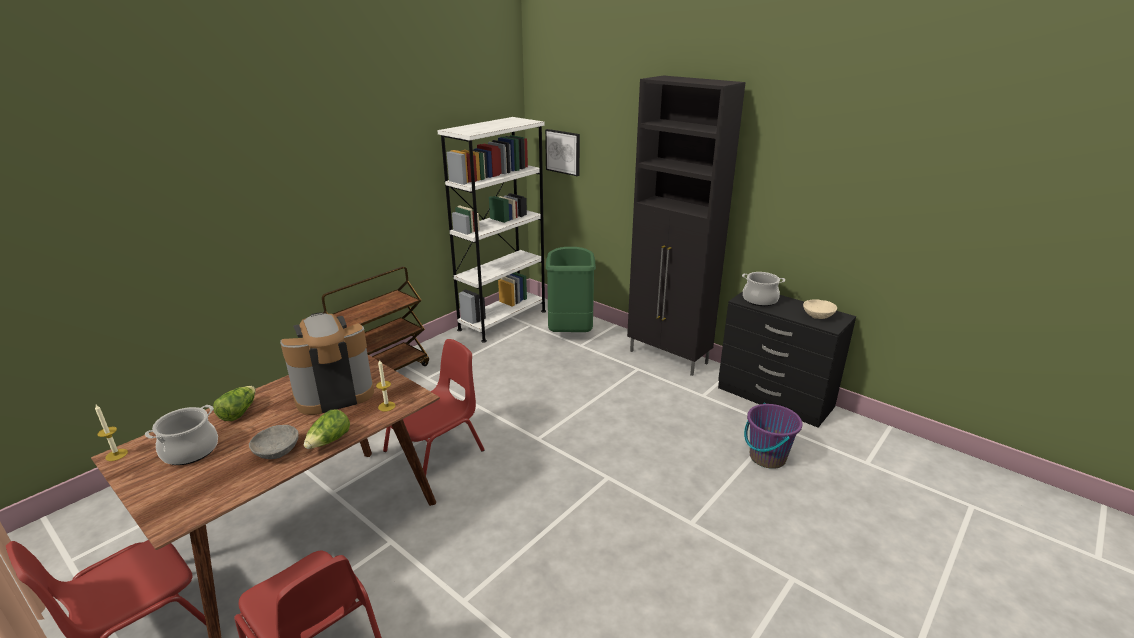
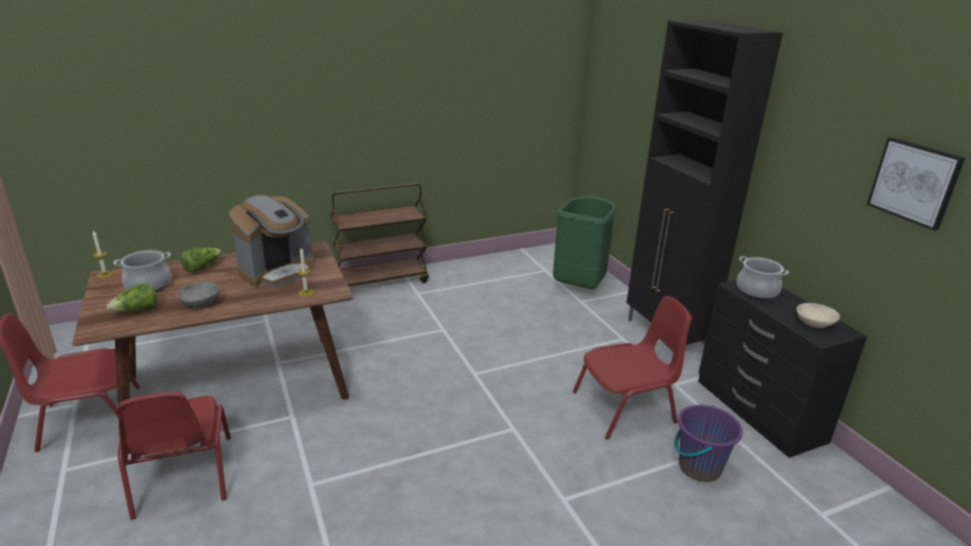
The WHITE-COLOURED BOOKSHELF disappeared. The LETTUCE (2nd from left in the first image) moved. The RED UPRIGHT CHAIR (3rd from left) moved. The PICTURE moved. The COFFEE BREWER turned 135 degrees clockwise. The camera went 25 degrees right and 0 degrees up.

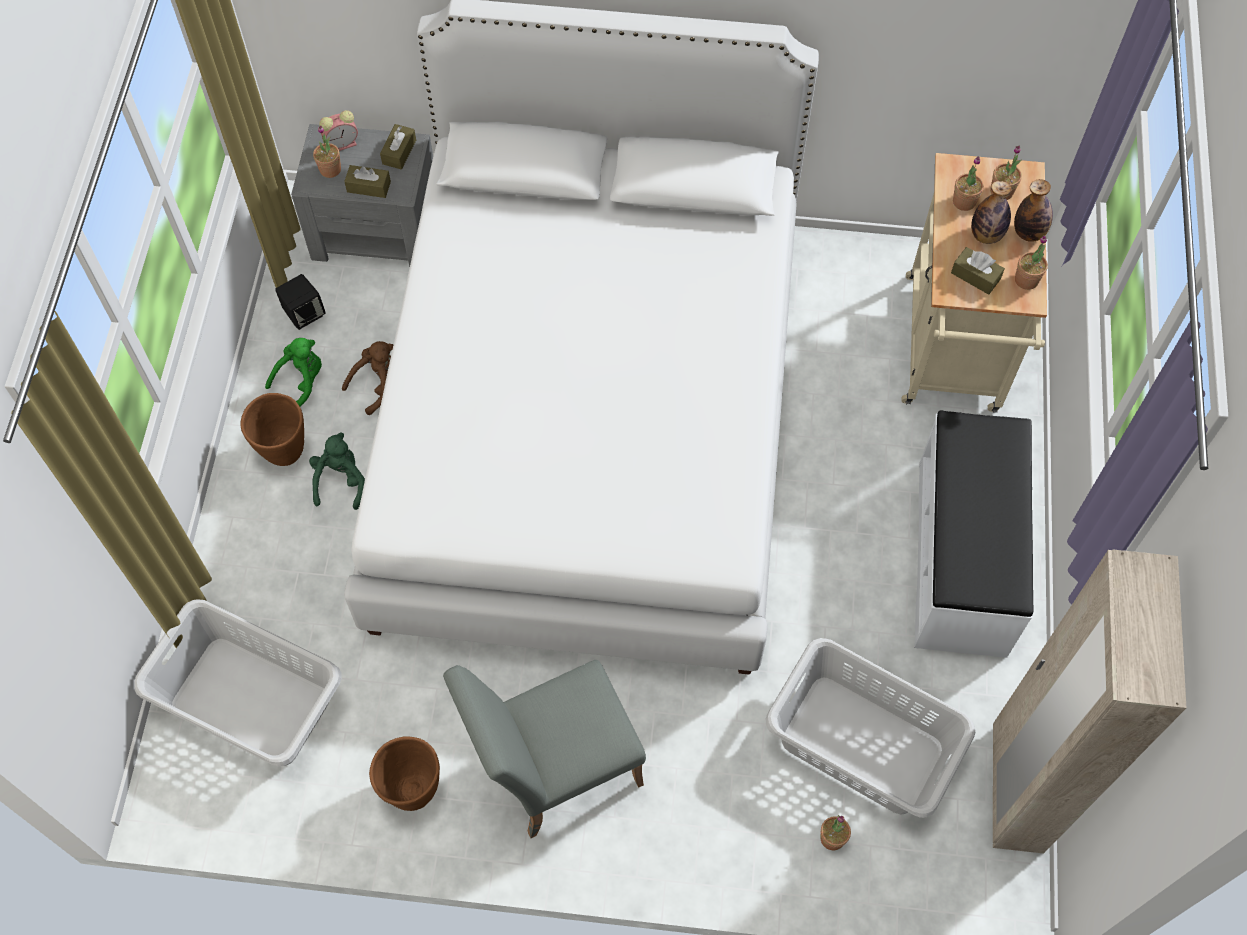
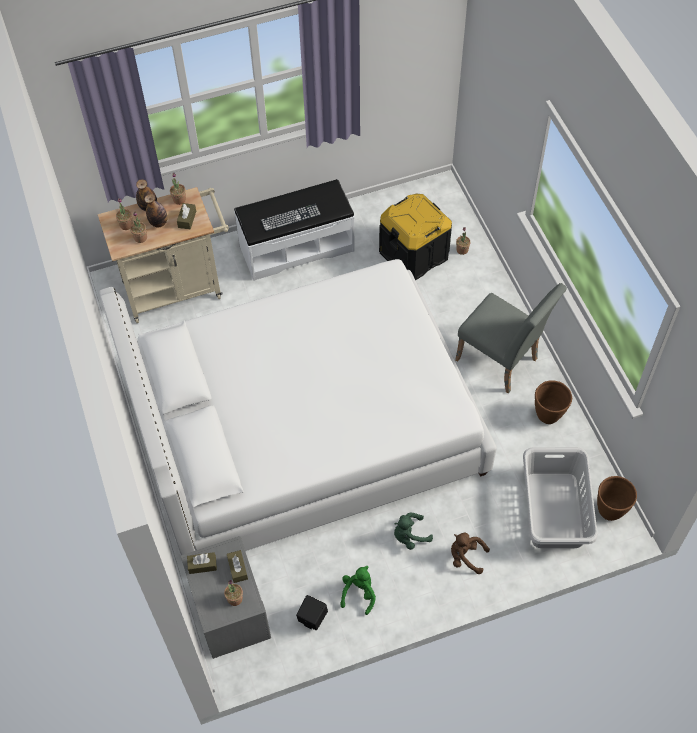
The ALARM CLOCK disappeared. The SAND-COLOURED CLOTHES CUPBOARD disappeared. The COMPUTER KEYBOARD appeared. The BROWN-COLOURED PLANT POT (1st from left in the first image) moved. The BROWN-COLOURED SOFT TOY moved. The GREYISH WASHING BASKET (2nd from left) was replaced by the BLACK STORAGE BIN. The GREENISH SOFT TOY (1st from left) turned 90 degrees clockwise. The camera went 115 degrees left and 5 degrees down.

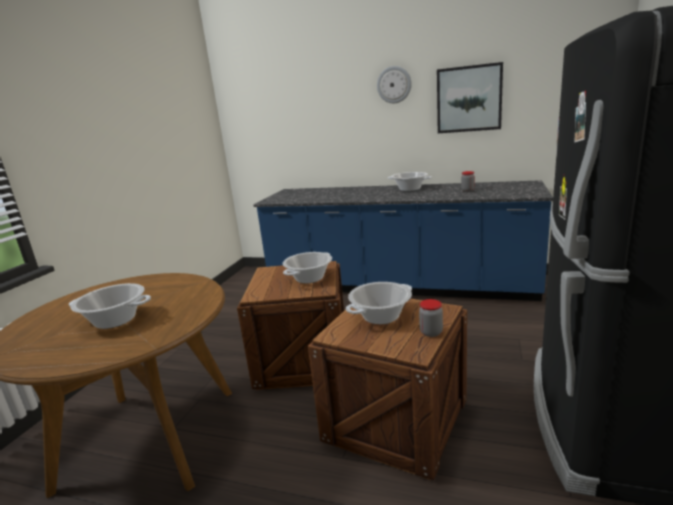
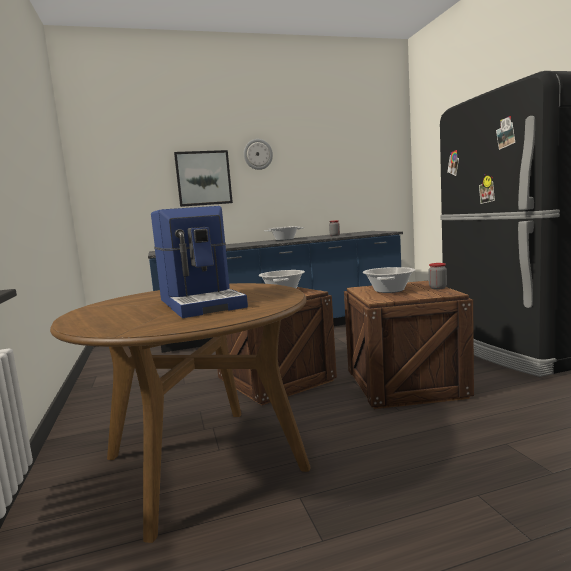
The PICTURE moved. The COOKING POT (1st from left) was replaced by the COFFEE BREWER. The camera went 35 degrees left and 10 degrees down.

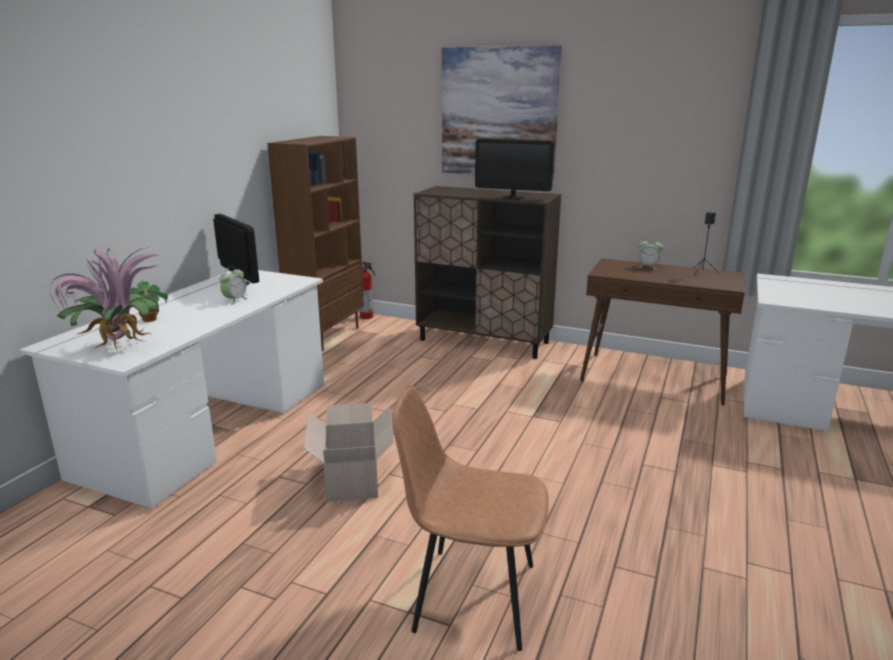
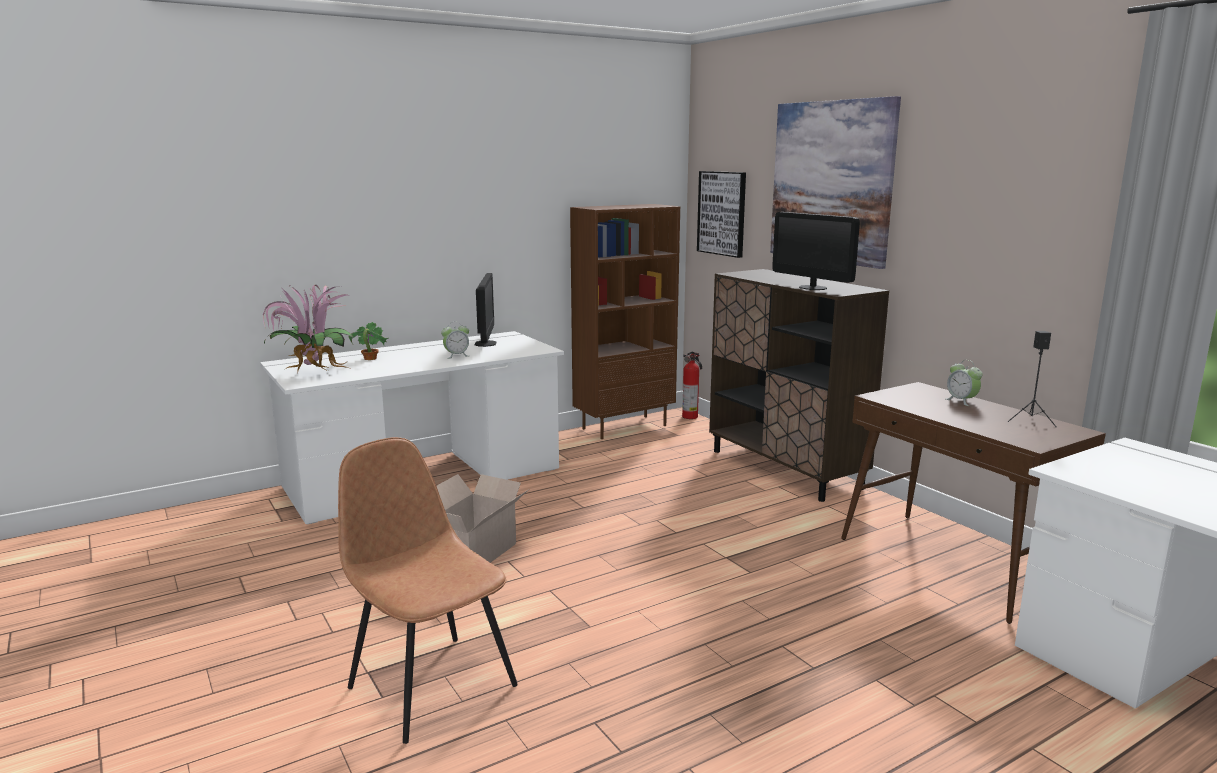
The PICTURE (1st from left) appeared. The camera went 35 degrees right and 5 degrees down.

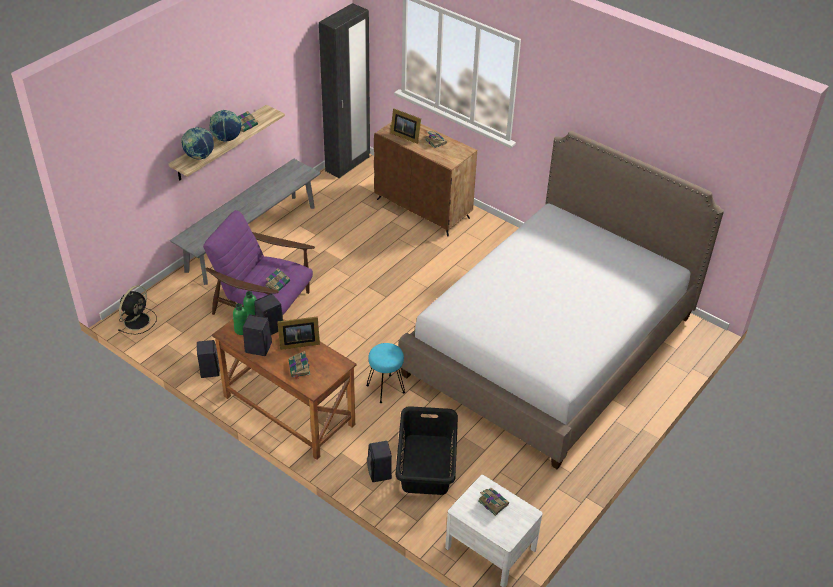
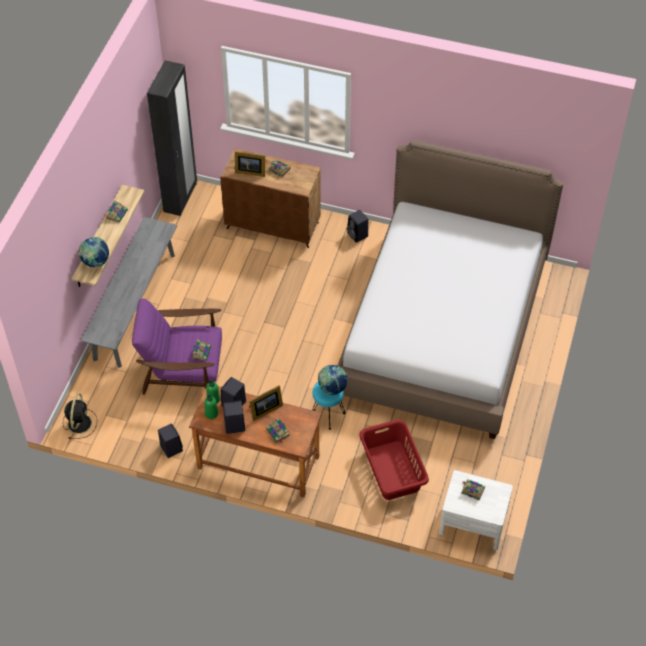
The DESK GLOBE (2nd from left) moved. The BLACK LOUDSPEAKER (4th from left) moved. The BLACK WASHING BASKET became the RED WASHING BASKET. The camera went 20 degrees left and 10 degrees up.

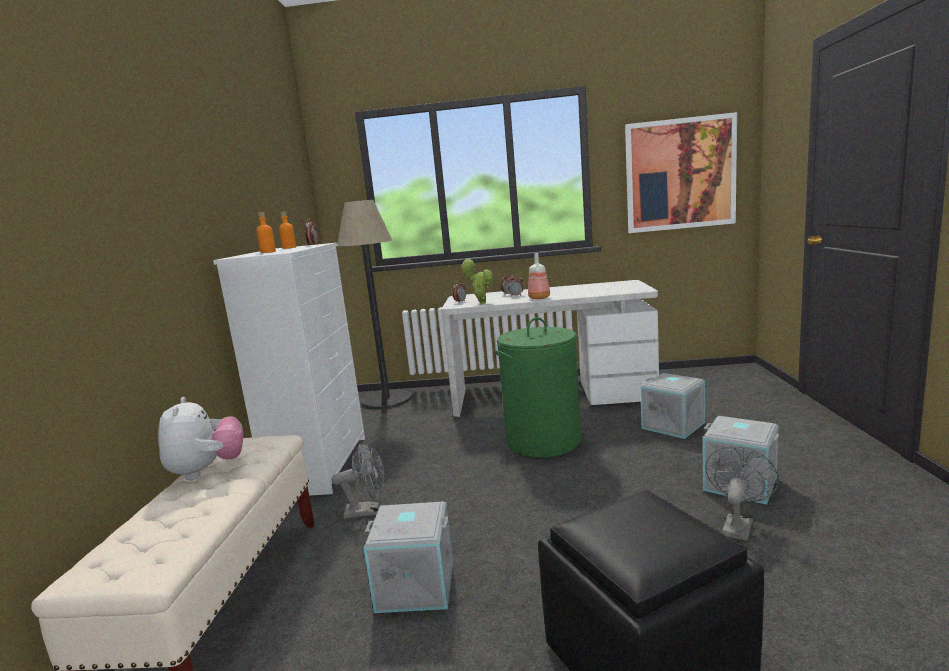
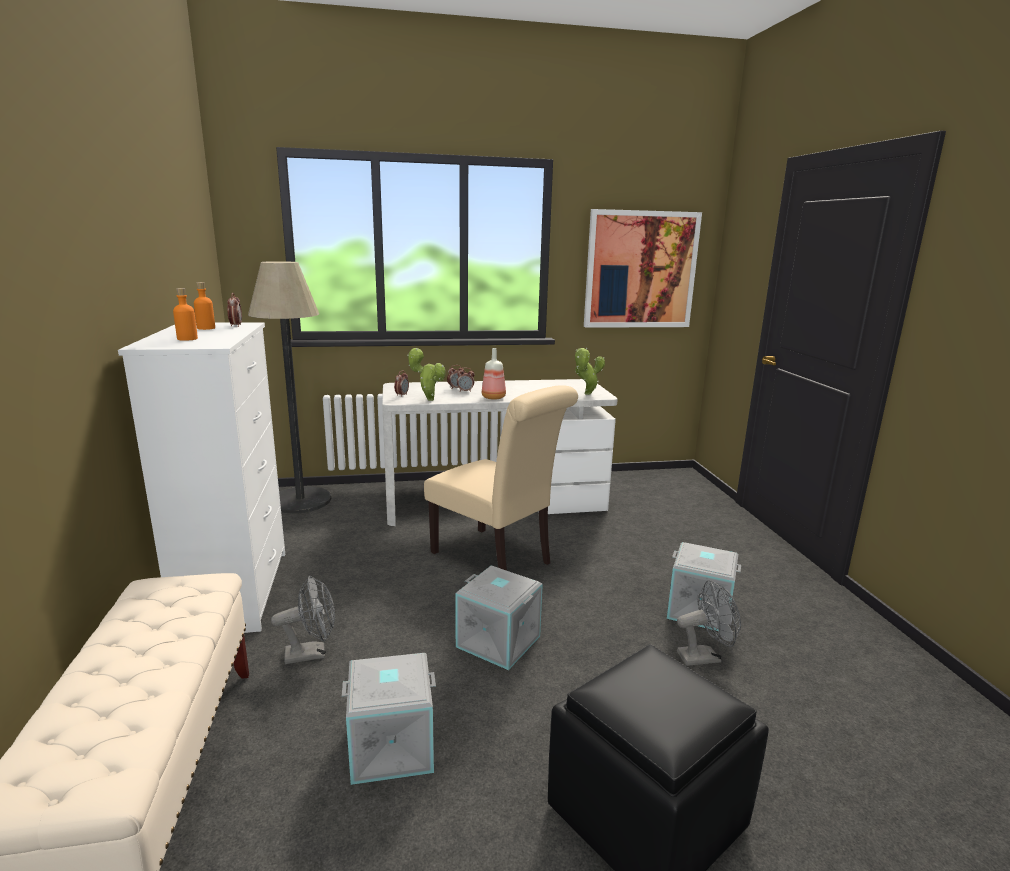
The SOFT TOY disappeared. The HOUSEPLANT (2nd from left) appeared. The GREYISH STORAGE BIN (2nd from left) moved. The GREENISH WASHING BASKET was replaced by the SAND-COLOURED UPRIGHT CHAIR. The GREYISH ELECTRIC FAN (2nd from left) turned 60 degrees clockwise. The camera went 15 degrees left and 5 degrees up.

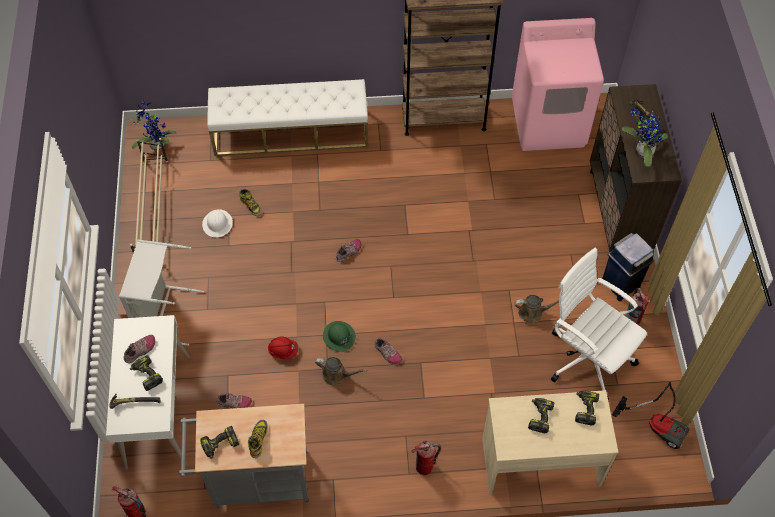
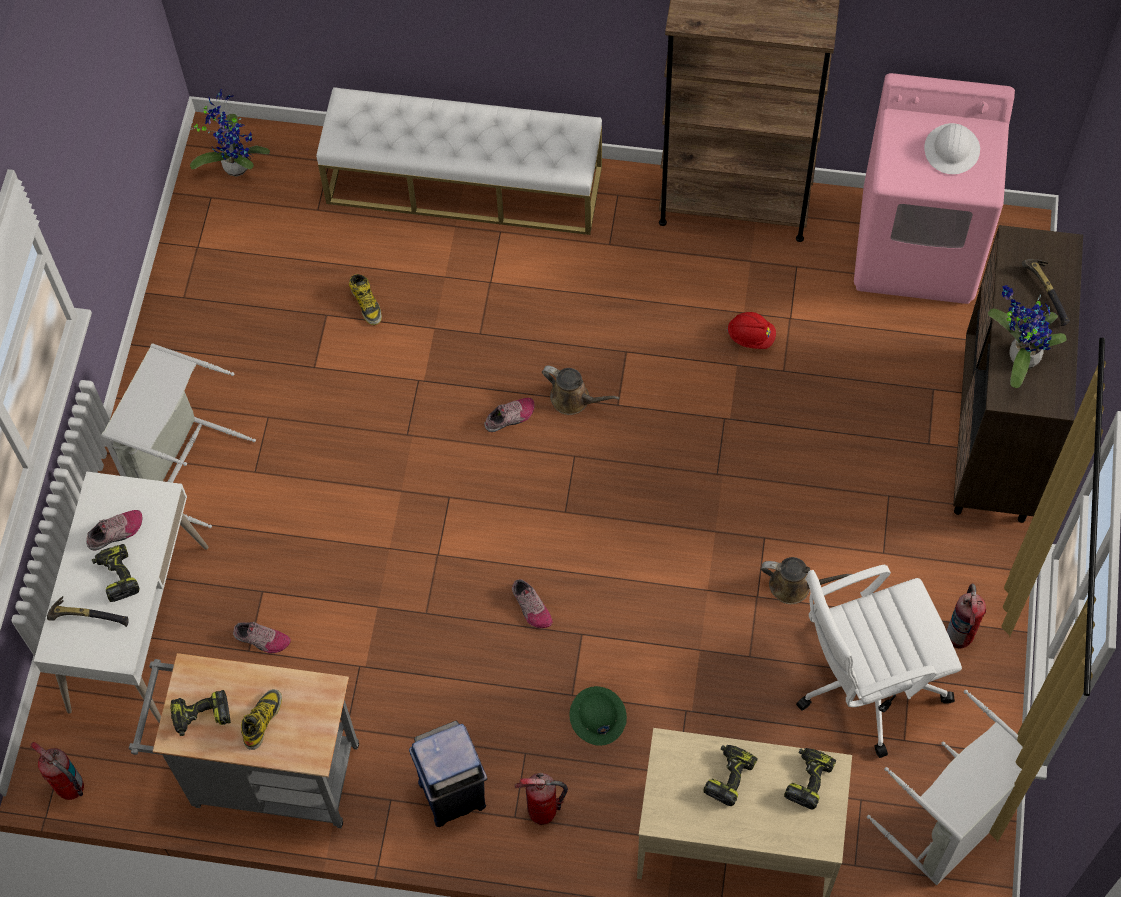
The SAND-COLOURED SHOE STAND disappeared. The WHITE-COLOURED SAFETY HELMET moved. The RED SAFETY HELMET moved. The BROWN-COLOURED SPRINKLING CAN (1st from left) moved. The GREENISH SAFETY HELMET moved. The BLUE-COLOURED TRASH CAN moved. The VACUUM CLEANER was replaced by the GREYISH WASHING BASKET (2nd from left). The WHITE-COLOURED OFFICE CHAIR turned 75 degrees counterclockwise. The camera went 15 degrees right and 5 degrees up.

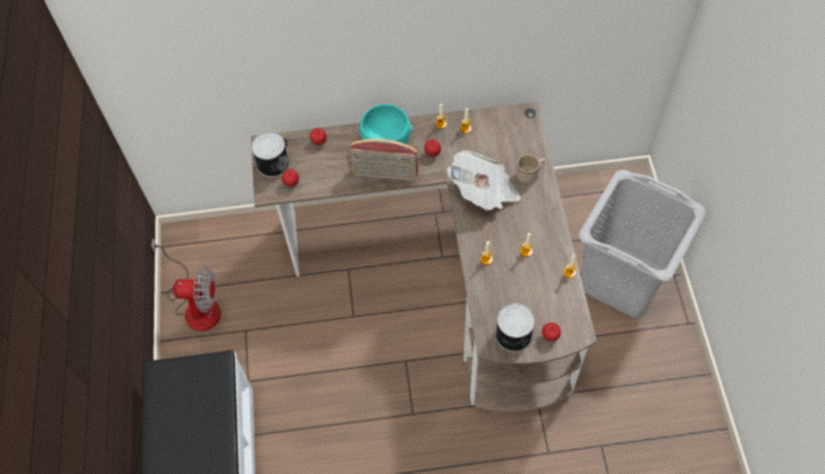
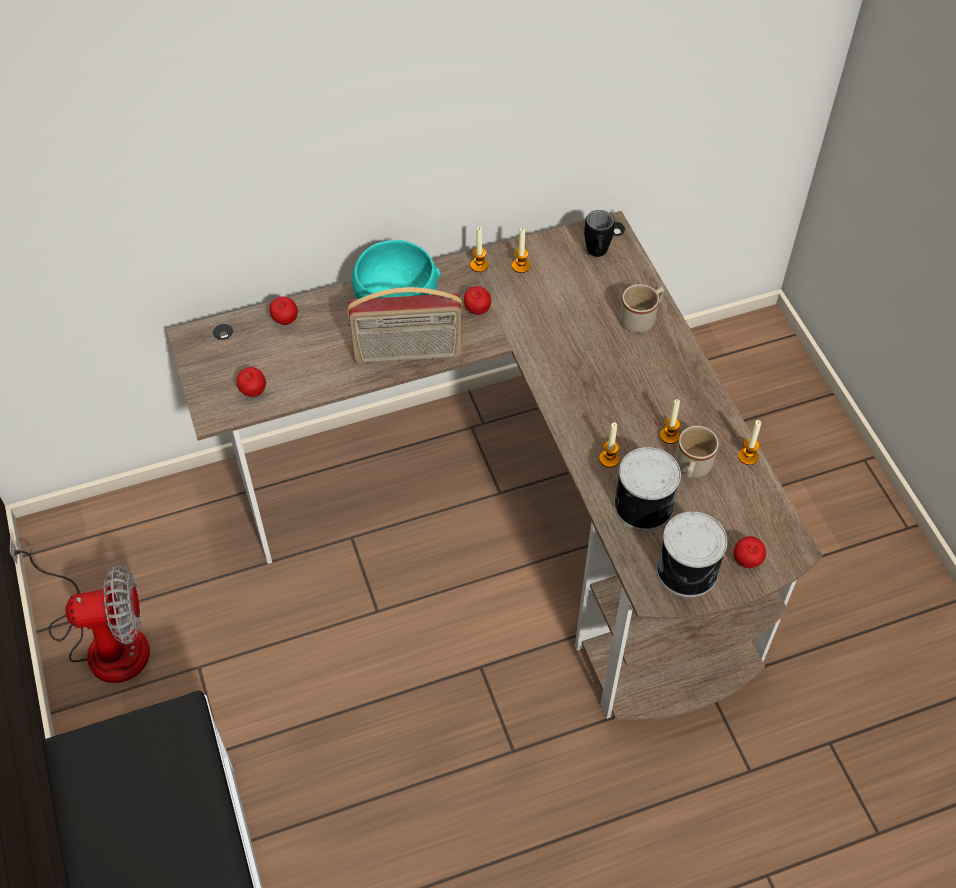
The PRINTED PAPER disappeared. The GREYISH WASHING BASKET disappeared. The BLACK TEA MUG appeared. The SAND-COLOURED TEA MUG (2nd from left) appeared. The METAL CAN (1st from left) moved. The camera went 15 degrees left and 5 degrees down.

